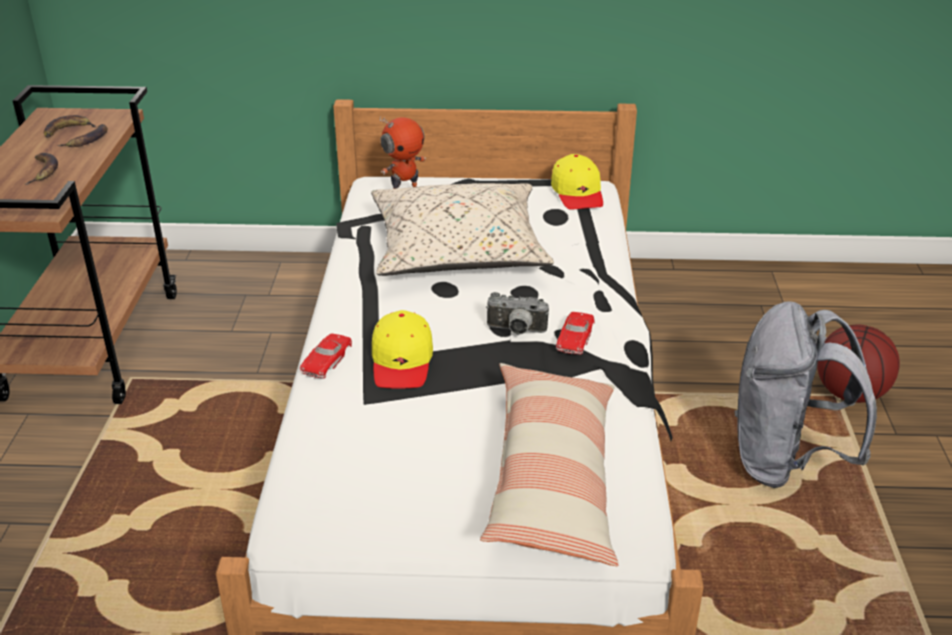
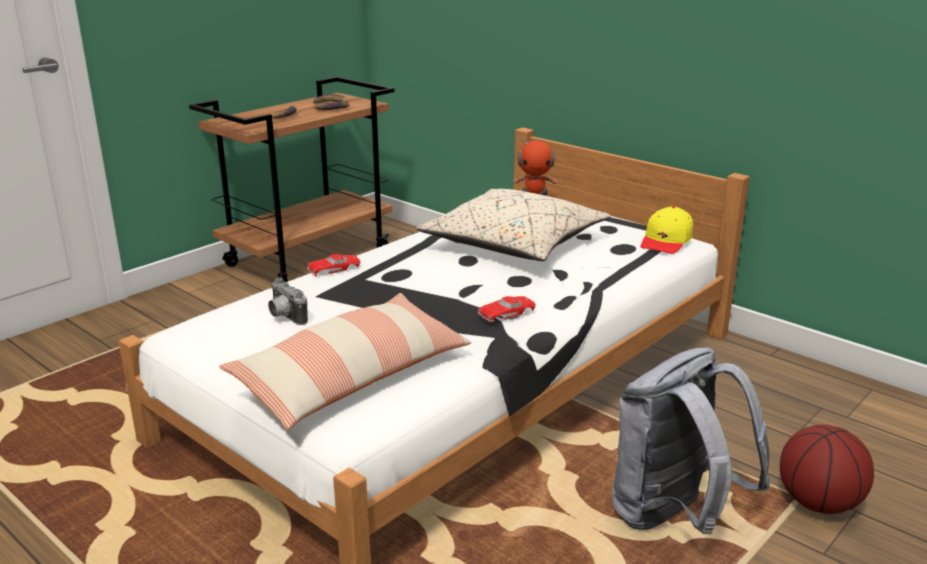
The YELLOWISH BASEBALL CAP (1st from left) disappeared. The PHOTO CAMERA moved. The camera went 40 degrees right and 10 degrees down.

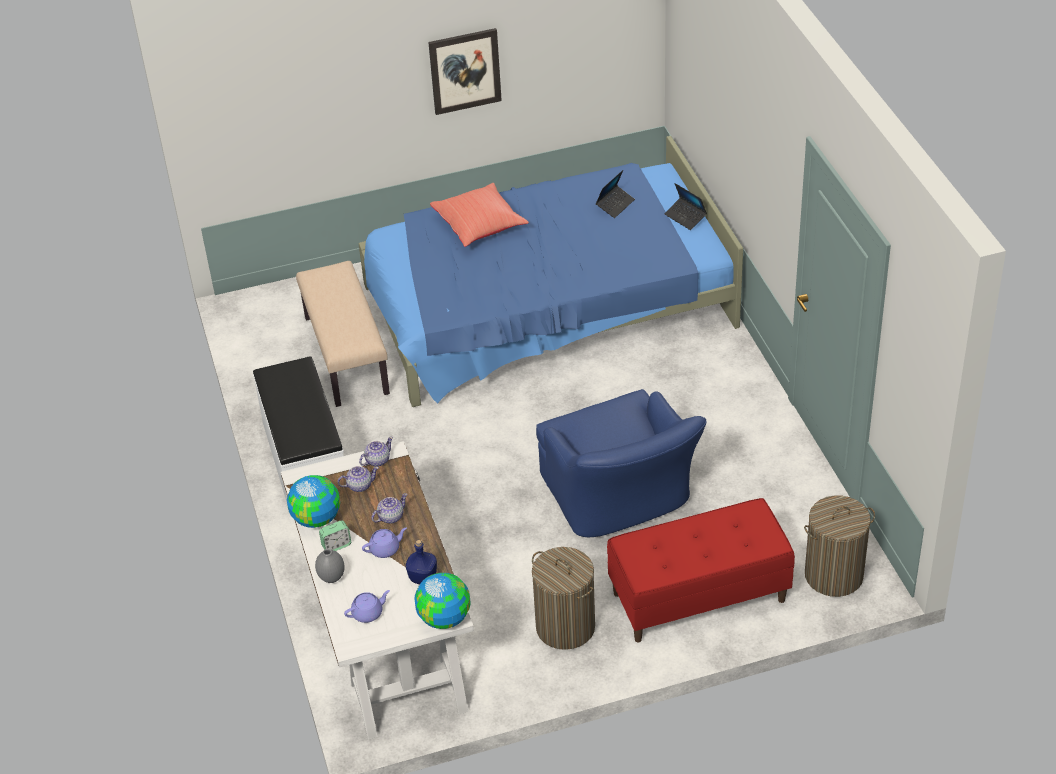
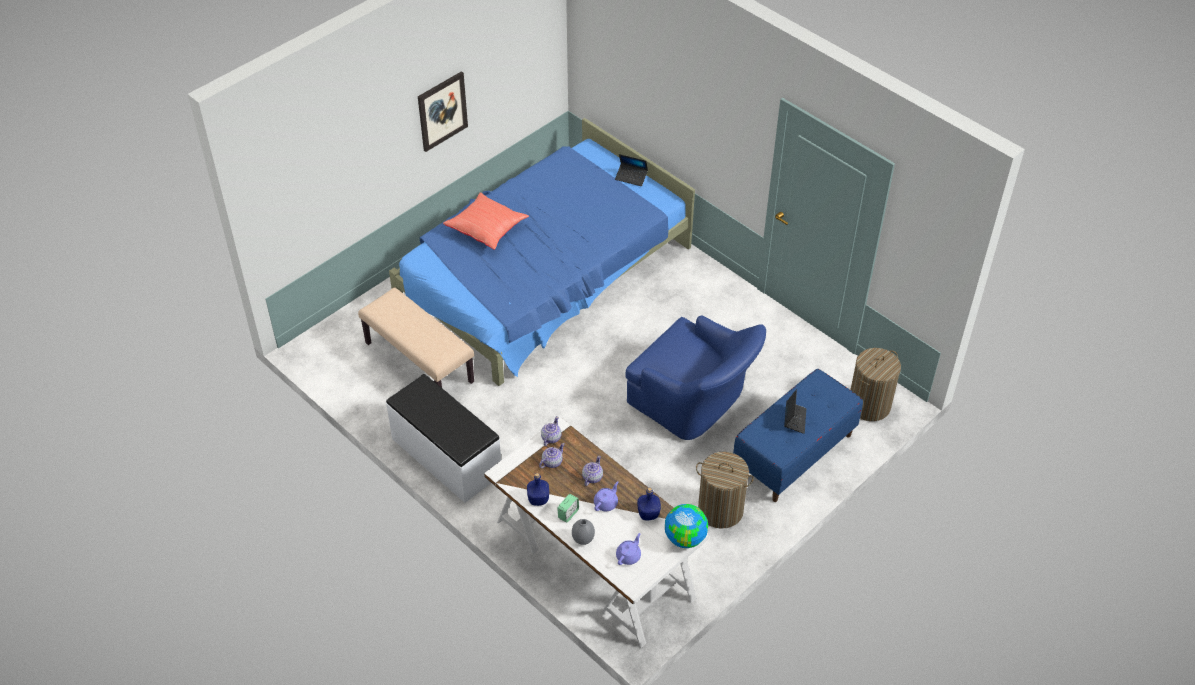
The NOTEBOOK COMPUTER (1st from left in the first image) moved. The DESK GLOBE (1st from left) was replaced by the BLUE-COLOURED DRINK BOTTLE (1st from left). The RED INDOOR BENCH became the BLUE-COLOURED INDOOR BENCH. The camera went 30 degrees left and 5 degrees up.

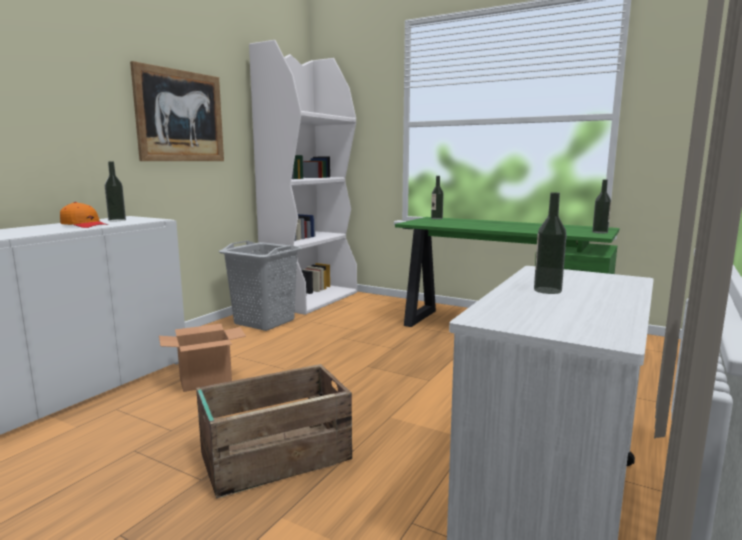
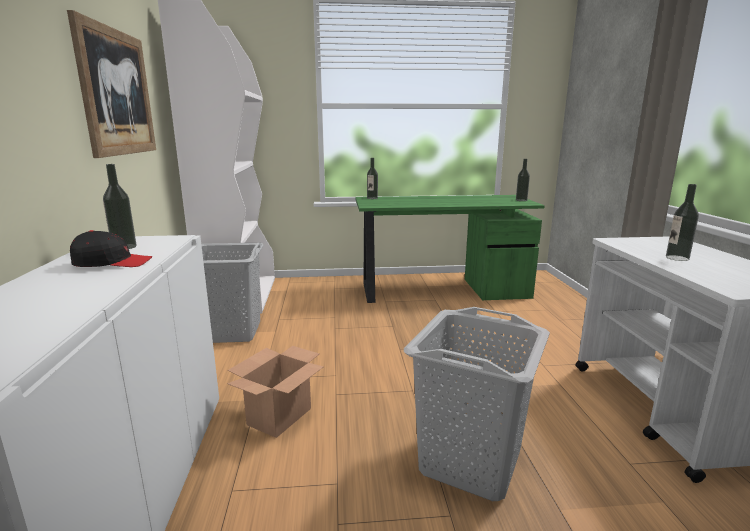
The SHIPPING CRATE was replaced by the GREYISH WASHING BASKET (2nd from left). The ORANGEY BASEBALL CAP became the BLACK BASEBALL CAP. The camera went 35 degrees left and 5 degrees up.

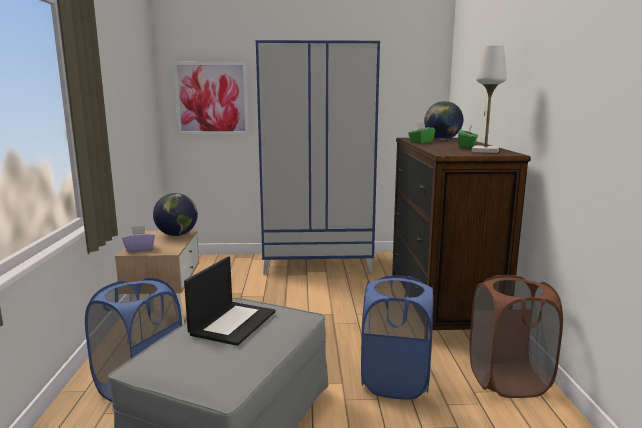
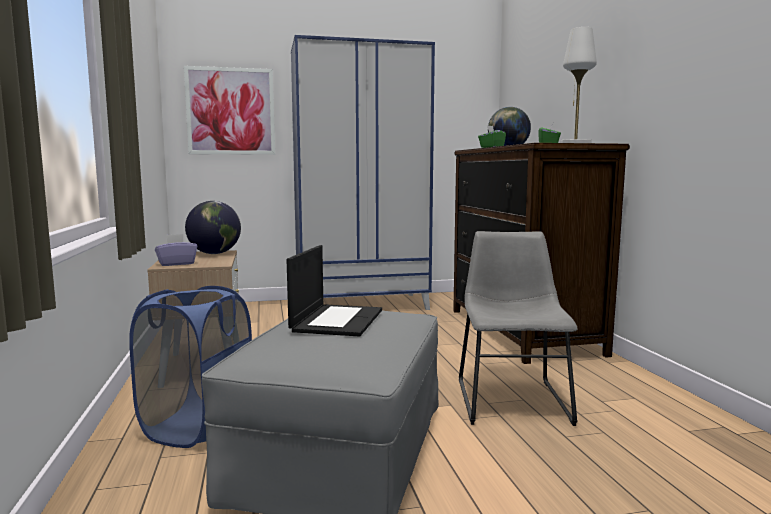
The BROWN-COLOURED WASHING BASKET disappeared. The BLUE-COLOURED WASHING BASKET (2nd from left) was replaced by the GREYISH UPRIGHT CHAIR. The camera went 10 degrees left and 5 degrees down.

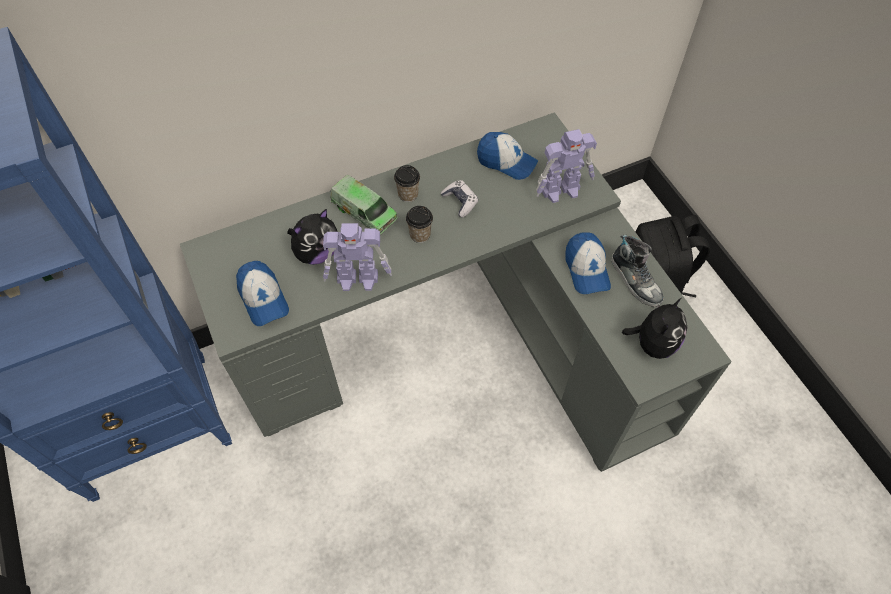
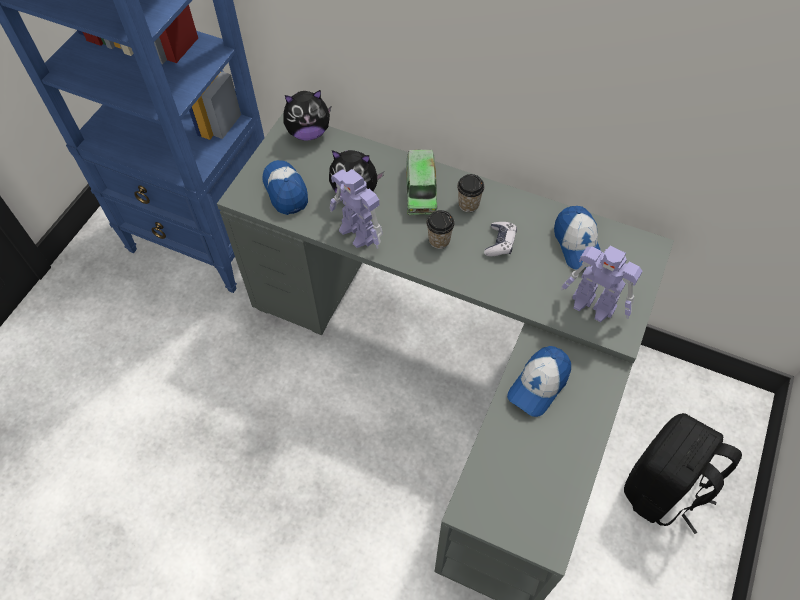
The ITEM OF FOOTWEAR disappeared. The SOFT TOY (2nd from left in the first image) moved. The BASEBALL CAP (1st from left) turned 135 degrees clockwise. The camera went 50 degrees right and 0 degrees up.

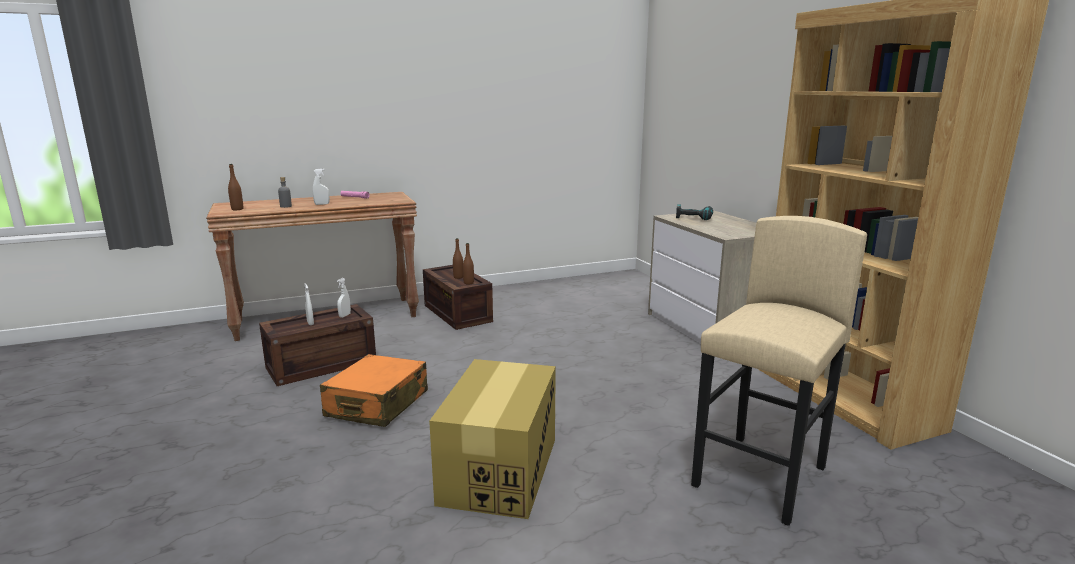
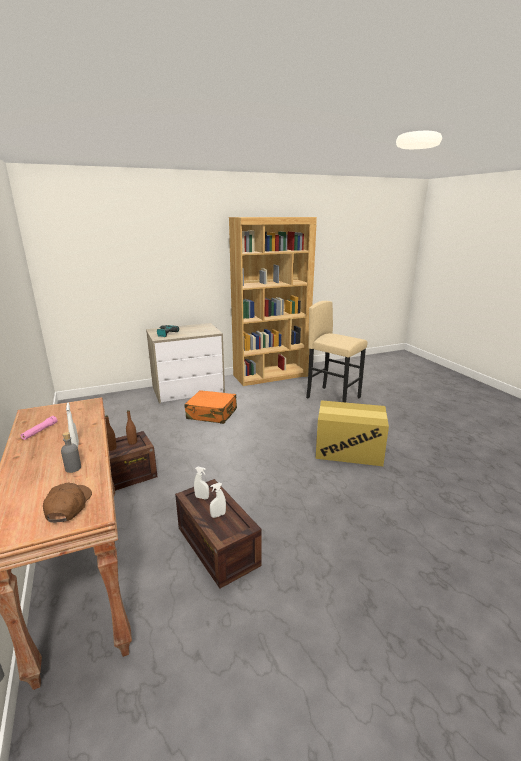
The ORANGEY SUITCASE moved. The BROWN-COLOURED DRINK BOTTLE (1st from left) was replaced by the BROWN-COLOURED BASEBALL CAP. The camera went 90 degrees left and 5 degrees up.

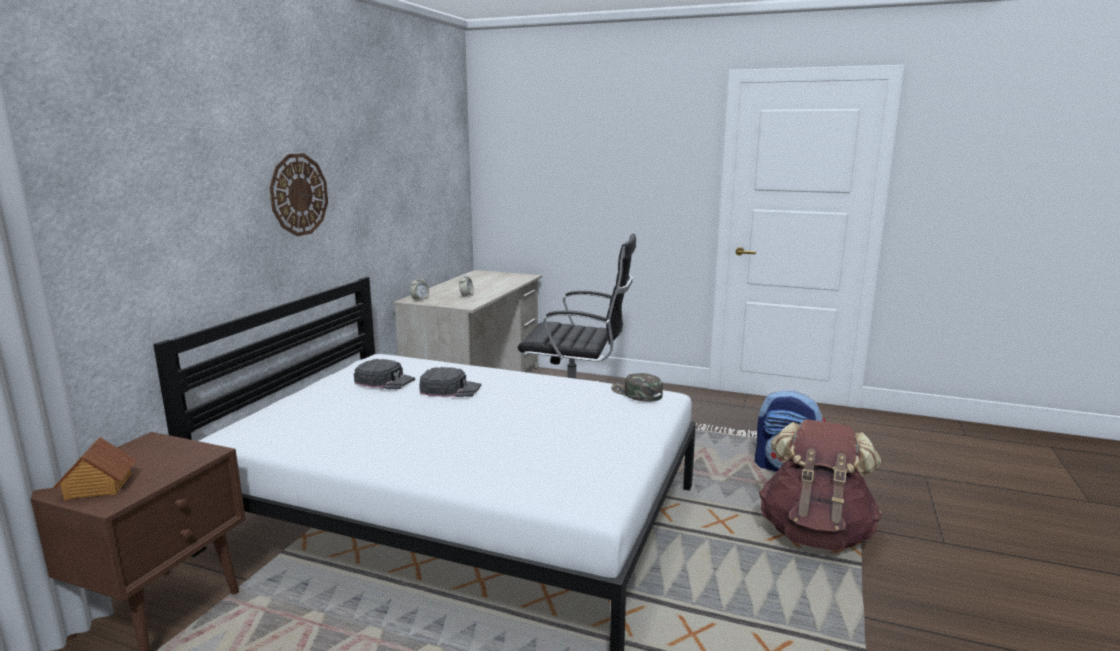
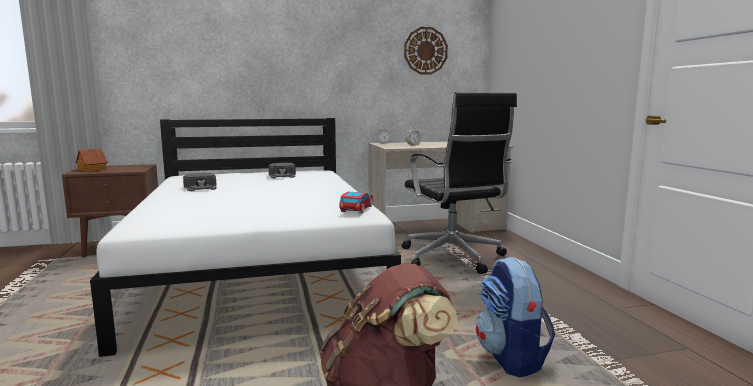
The WALL CLOCK moved. The BLACK BASEBALL CAP (2nd from left in the first image) moved. The GREENISH BASEBALL CAP was replaced by the MINIATURE CAR. The camera went 55 degrees right and 5 degrees down.

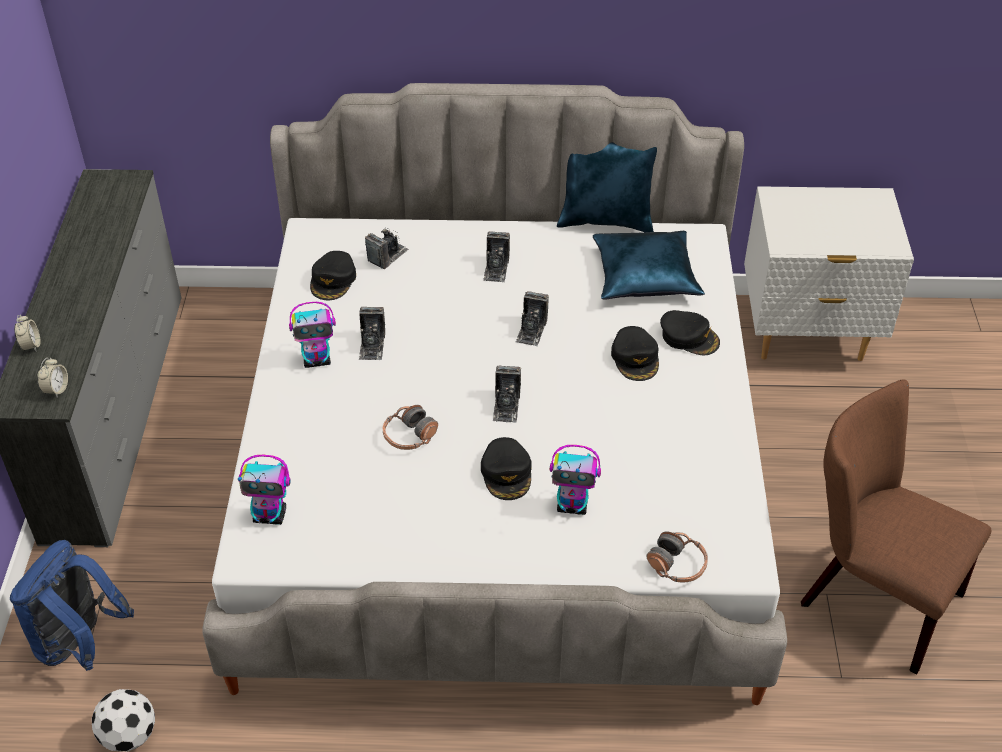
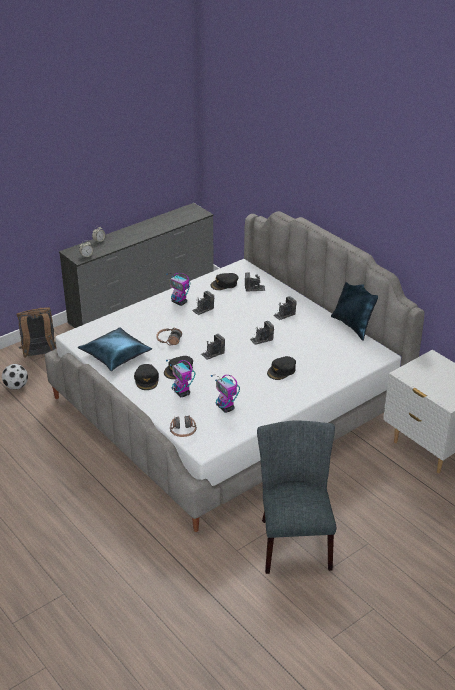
The TOY ROBOT (1st from left in the first image) moved. The BLUE-COLOURED CUSHION (2nd from left in the first image) moved. The BLACK BASEBALL CAP (4th from left in the first image) moved. The BLUE-COLOURED KNAPSACK became the BROWN-COLOURED KNAPSACK. The BROWN-COLOURED UPRIGHT CHAIR became the GREYISH UPRIGHT CHAIR. The camera went 50 degrees right and 10 degrees down.

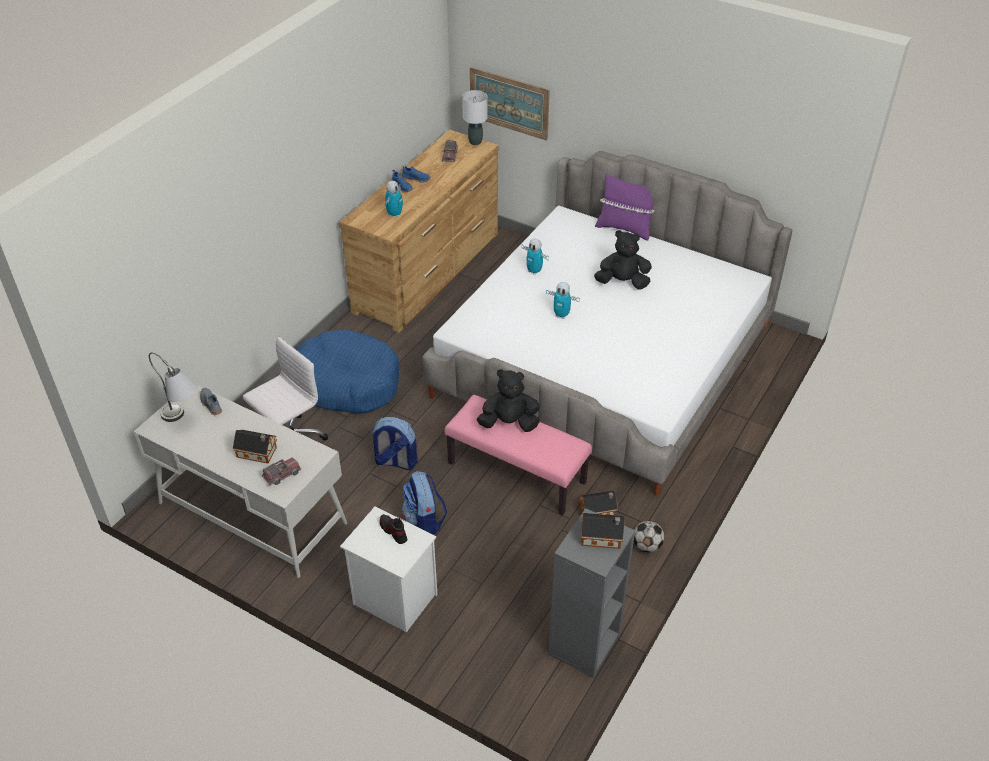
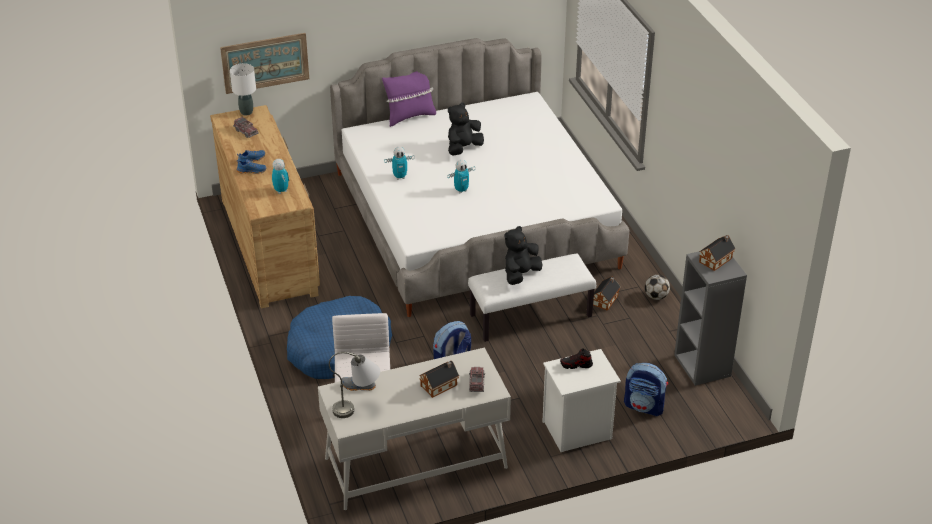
The KNAPSACK (2nd from left) moved. The PINKISH INDOOR BENCH became the WHITE-COLOURED INDOOR BENCH. The camera went 50 degrees left and 5 degrees down.

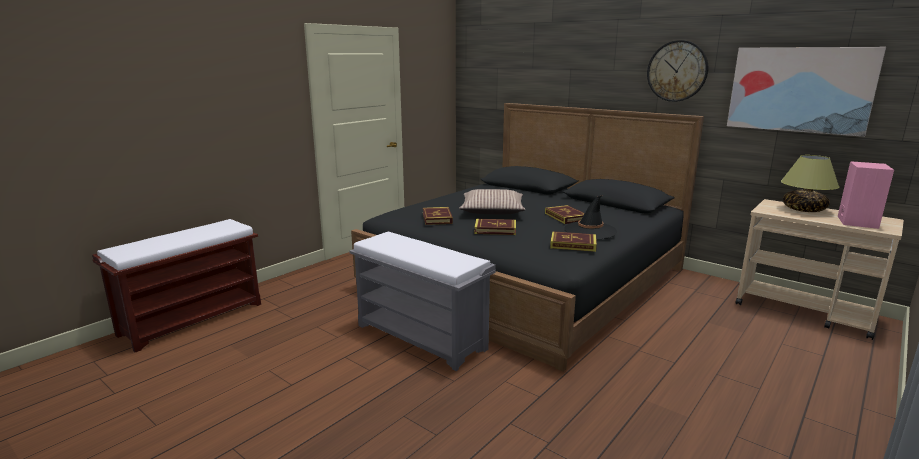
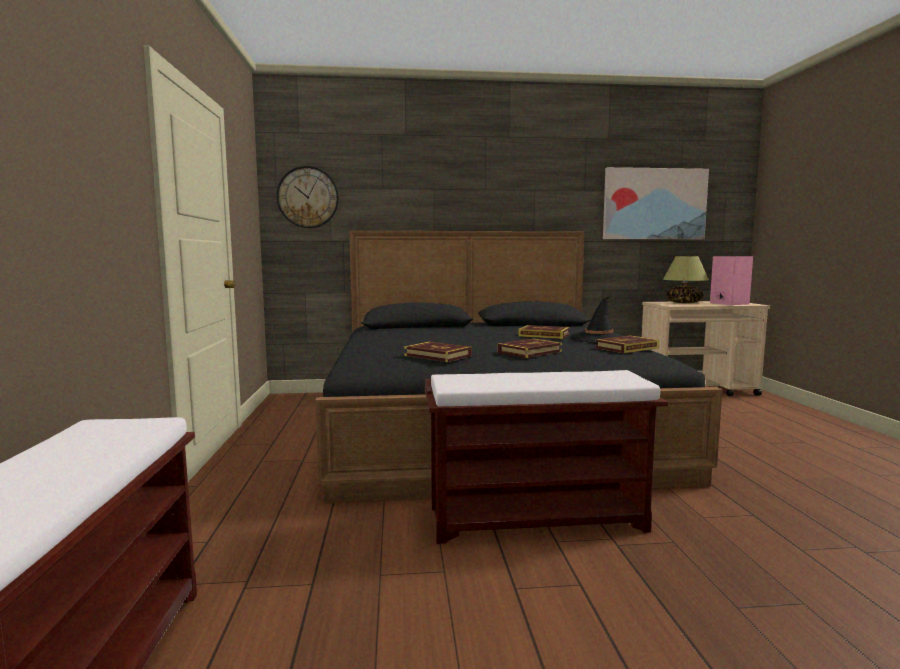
The CUSHION disappeared. The WALL CLOCK moved. The GREYISH INDOOR BENCH became the BROWN-COLOURED INDOOR BENCH (2nd from left). The camera went 45 degrees left and 10 degrees down.

